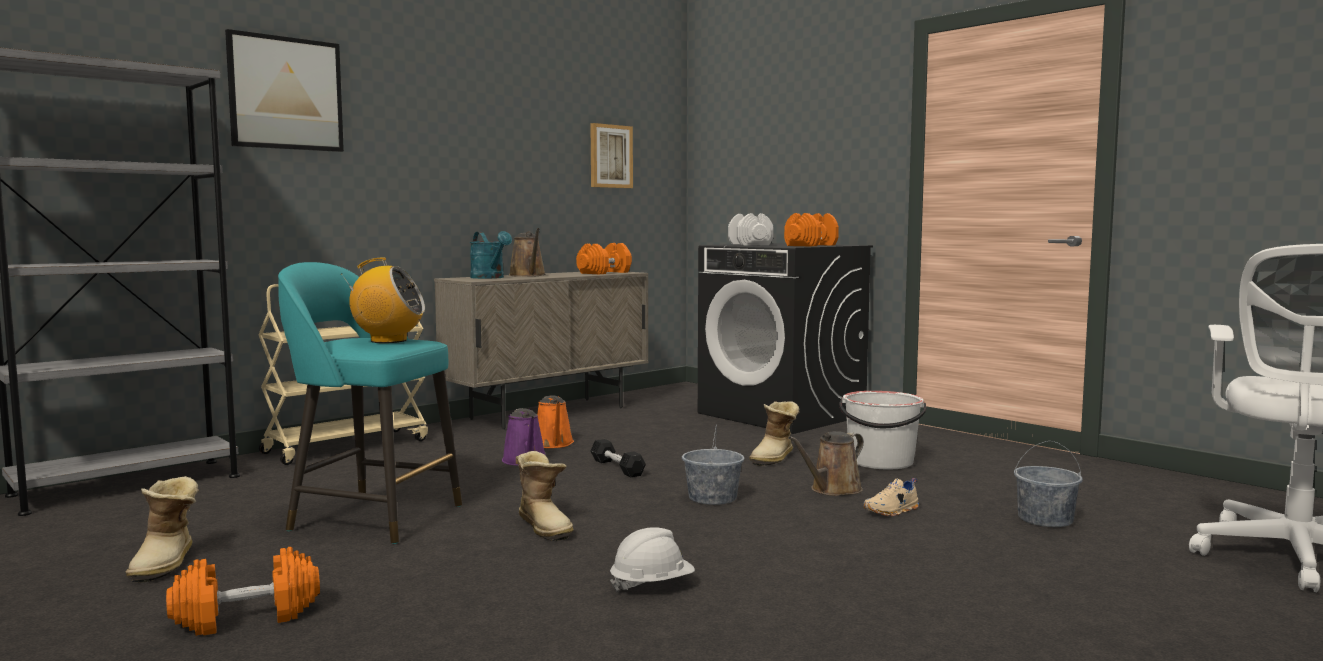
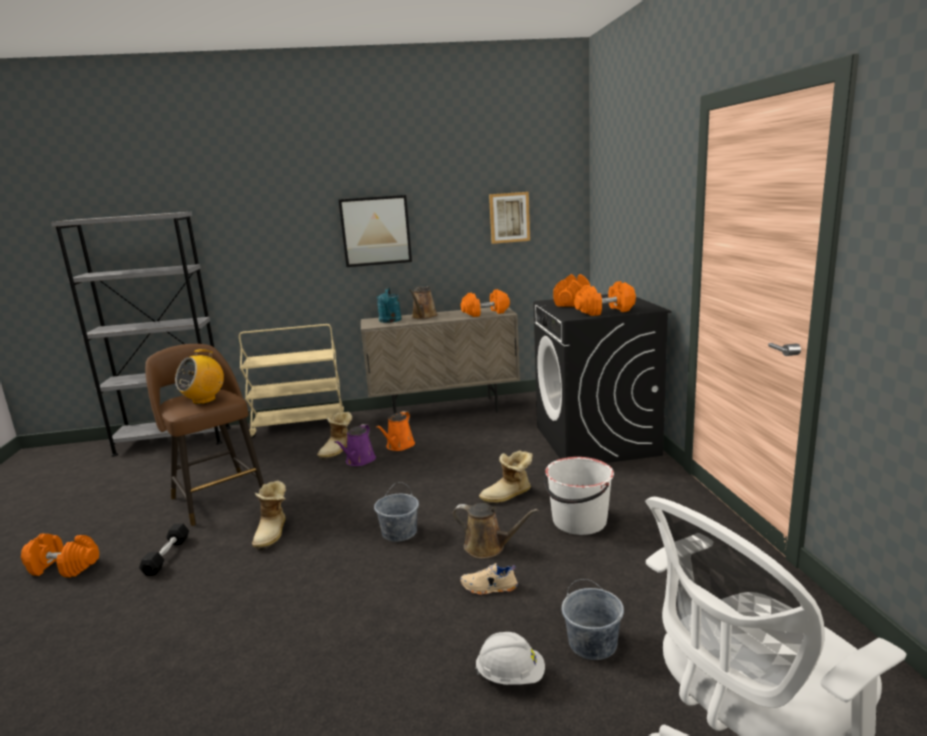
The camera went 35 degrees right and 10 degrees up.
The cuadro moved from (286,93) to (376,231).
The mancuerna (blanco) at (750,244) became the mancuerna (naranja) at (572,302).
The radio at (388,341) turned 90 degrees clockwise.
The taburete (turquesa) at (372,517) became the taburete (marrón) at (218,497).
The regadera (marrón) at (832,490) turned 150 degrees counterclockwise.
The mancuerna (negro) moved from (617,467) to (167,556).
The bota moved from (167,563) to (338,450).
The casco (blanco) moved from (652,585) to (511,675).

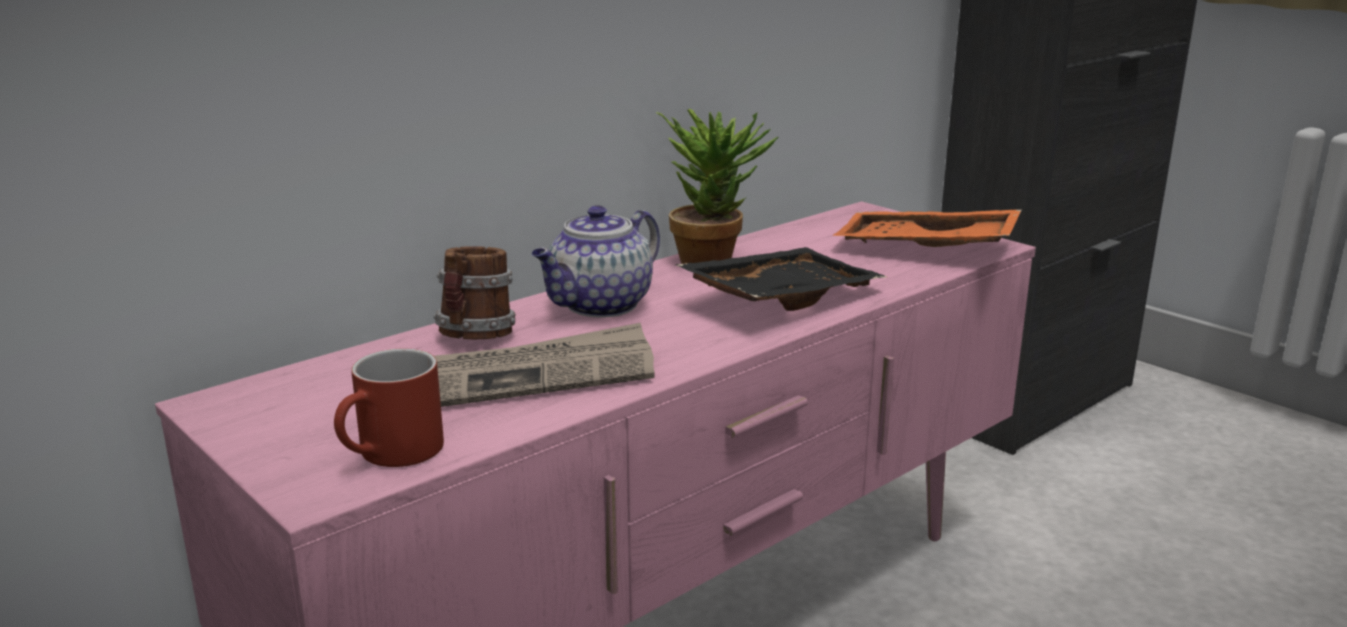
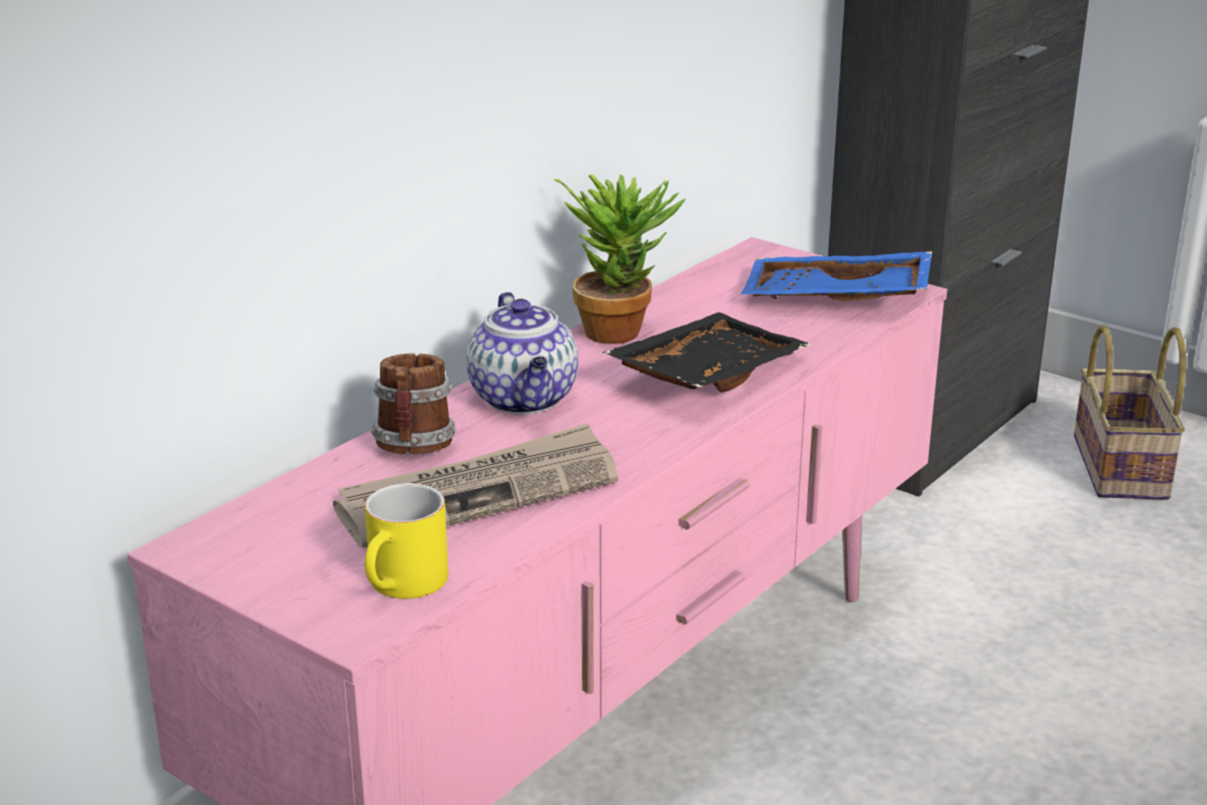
The camera went 10 degrees left and 5 degrees up.
The tetera at (600,306) turned 45 degrees counterclockwise.
The bandeja (naranja) at (924,249) became the bandeja (azul) at (835,300).
The taza grande (rojo) at (392,455) became the taza grande (amarillo) at (403,587).
The cesta at (1123,469) appeared.

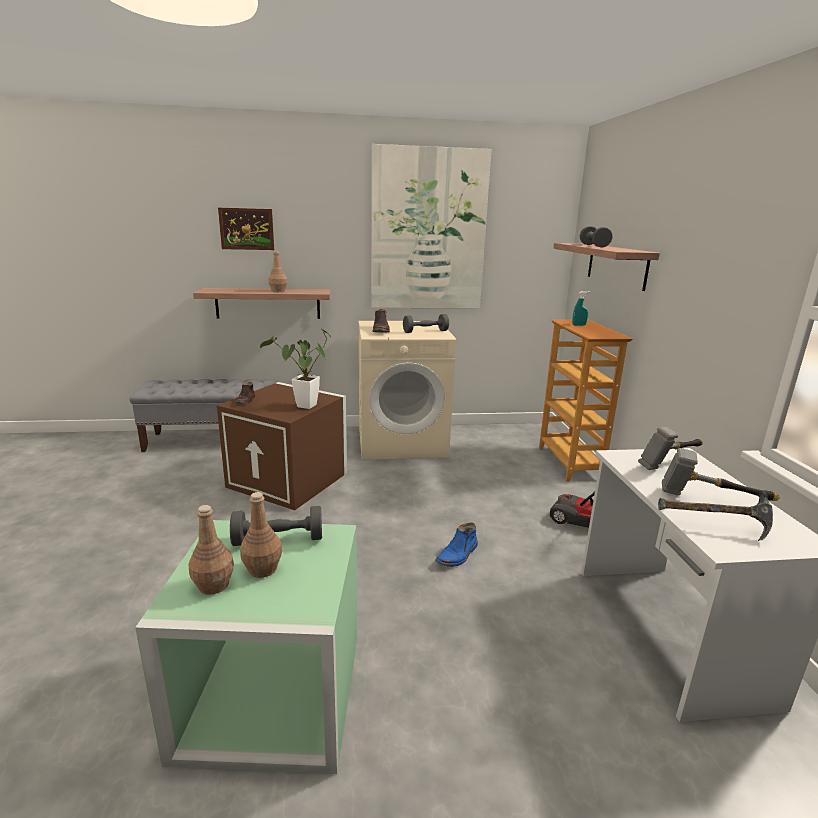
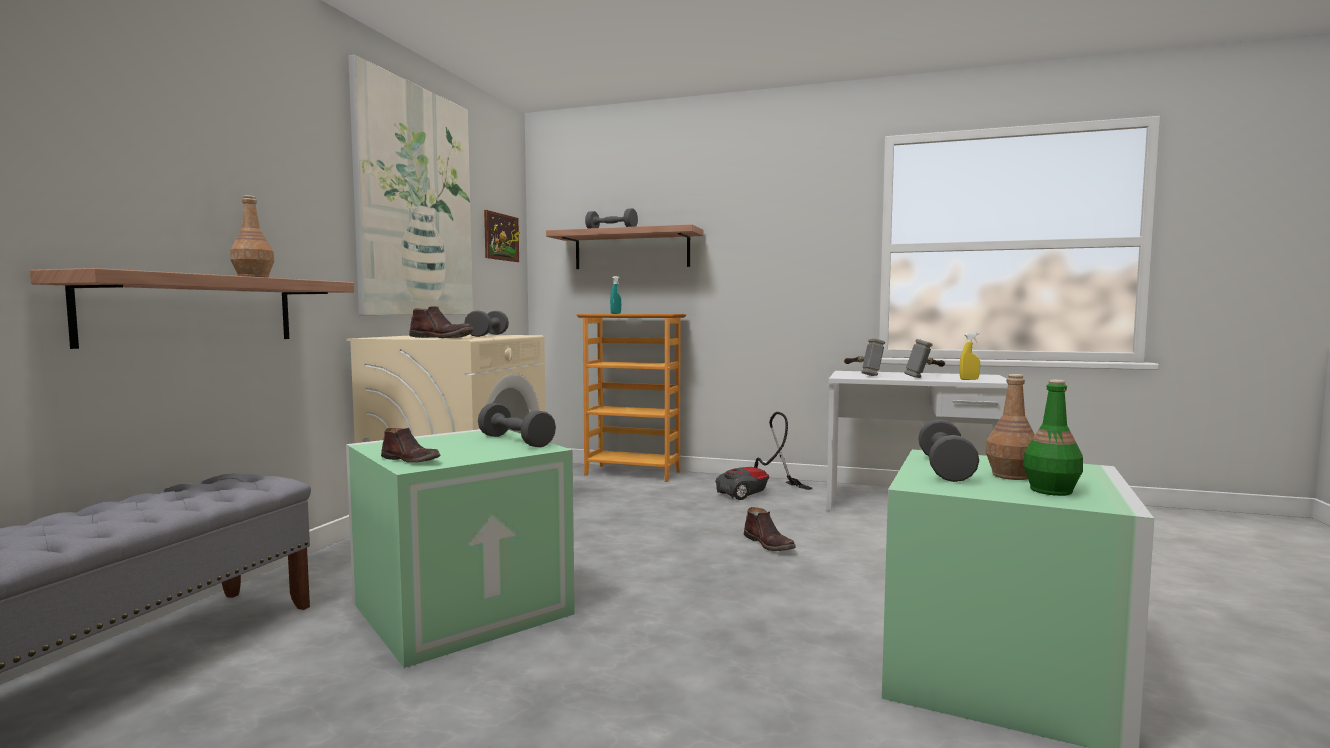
The camera went 65 degrees left and 15 degrees down.
The cuadro moved from (246,229) to (501,237).
The planta en maceta at (304,407) was replaced by the mancuerna (gris) at (516,441).
The caja de almacenaje (marrón) at (290,479) became the caja de almacenaje (verde) at (463,606).
The martillo at (712,528) was replaced by the pulverizador (amarillo) at (969,379).
The botella (marrón) at (213,584) became the botella (verde) at (1050,491).
The bota (azul) at (457,555) became the bota (marrón) at (769,544).

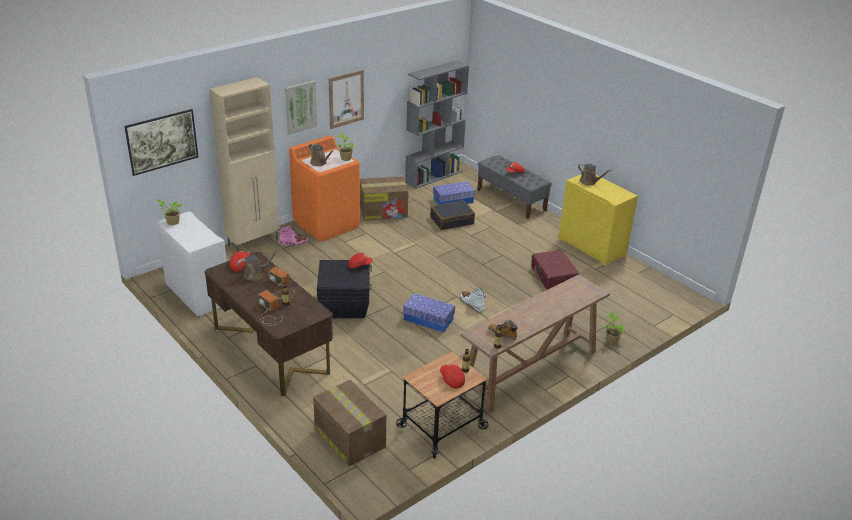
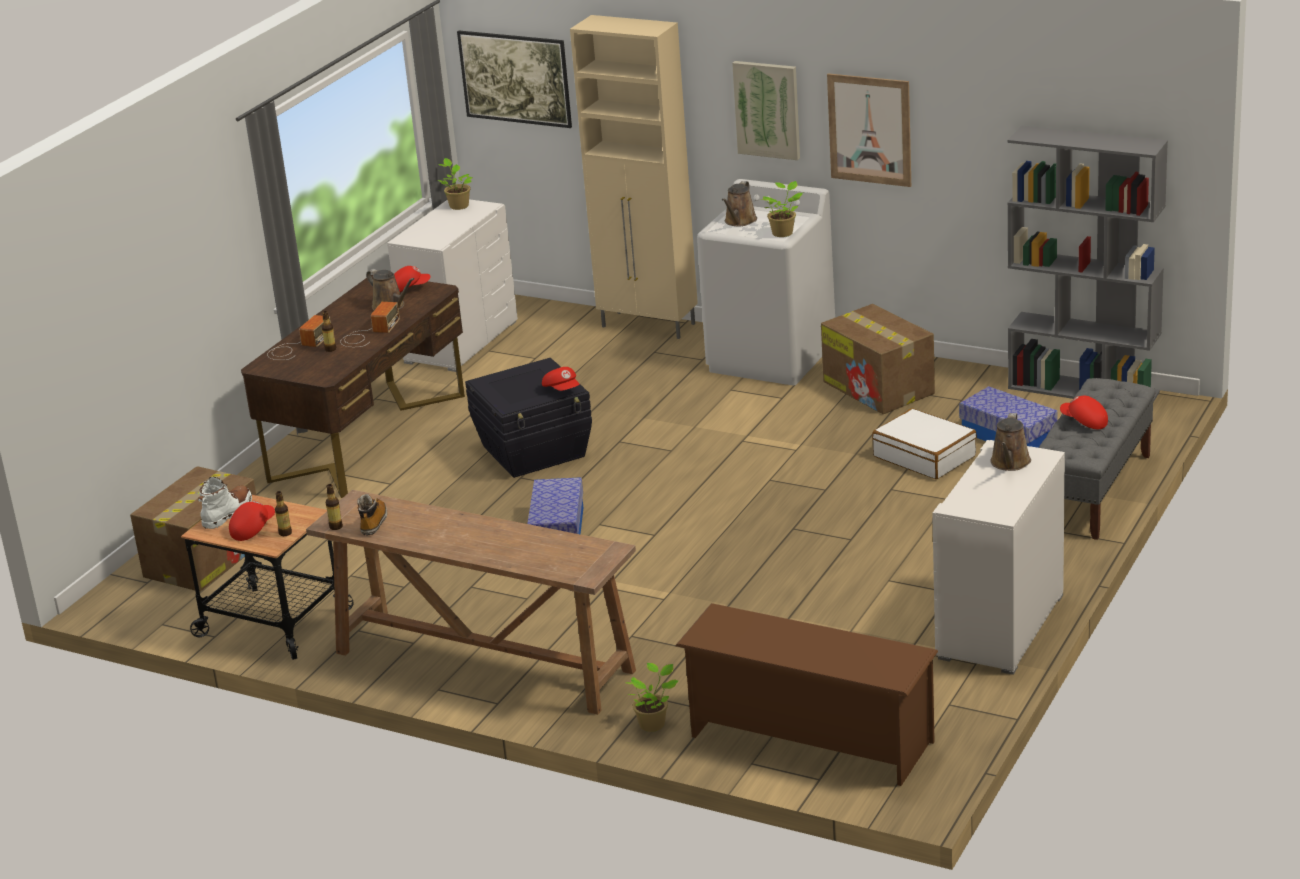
The camera went 70 degrees right and 5 degrees down.
The lavadora (naranja) at (327,224) became the lavadora (blanco) at (772,358).
The cómoda (amarillo) at (592,246) became the cómoda (blanco) at (1002,626).
The maleta (negro) at (452,220) became the maleta (blanco) at (925,456).
The bota (rosa) at (293,242) disappeared.
The maleta (rojo) at (553,276) disappeared.
The bota (blanco) moved from (472,303) to (228,513).
The zapatero (marrón) at (809,739) appeared.

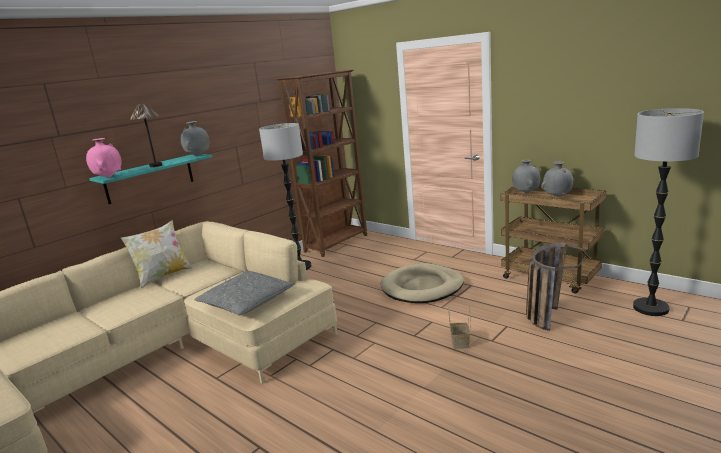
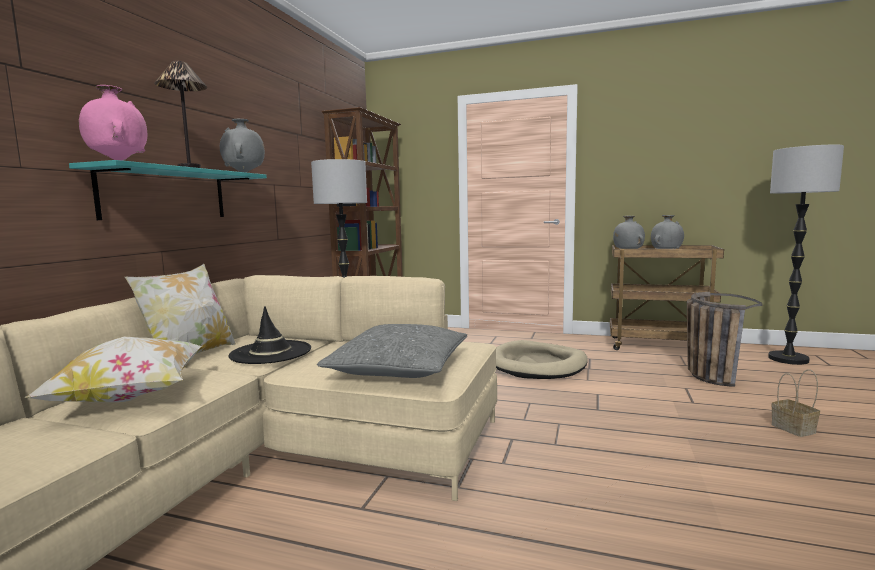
The camera went 25 degrees left and 10 degrees down.
The cesta moved from (460,343) to (795,429).
The sombrero (negro) at (271,352) appeared.
The cojín at (131,397) appeared.

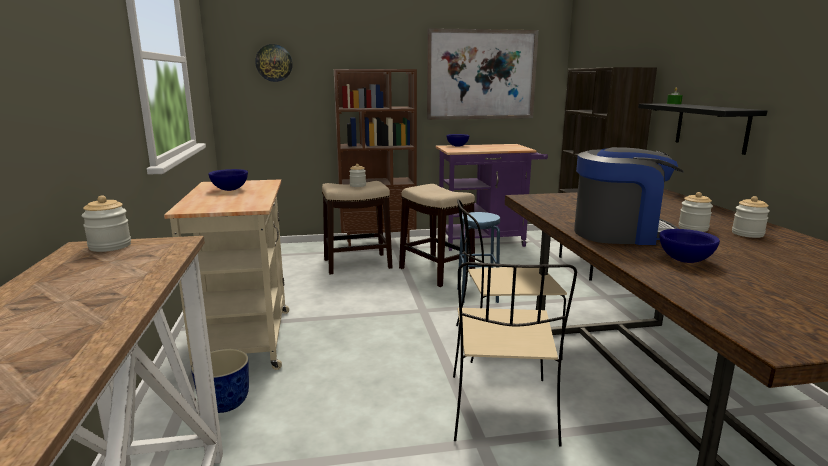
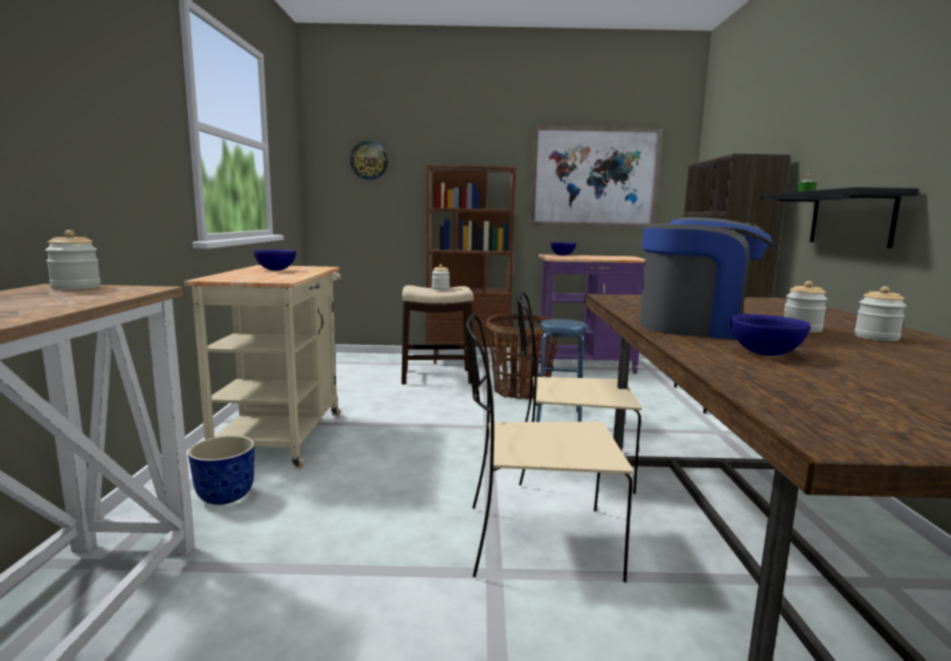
The camera went 10 degrees right and 5 degrees down.
The taburete at (436,272) was replaced by the cesta at (521,391).
The silla (beis) at (502,411) turned 75 degrees clockwise.

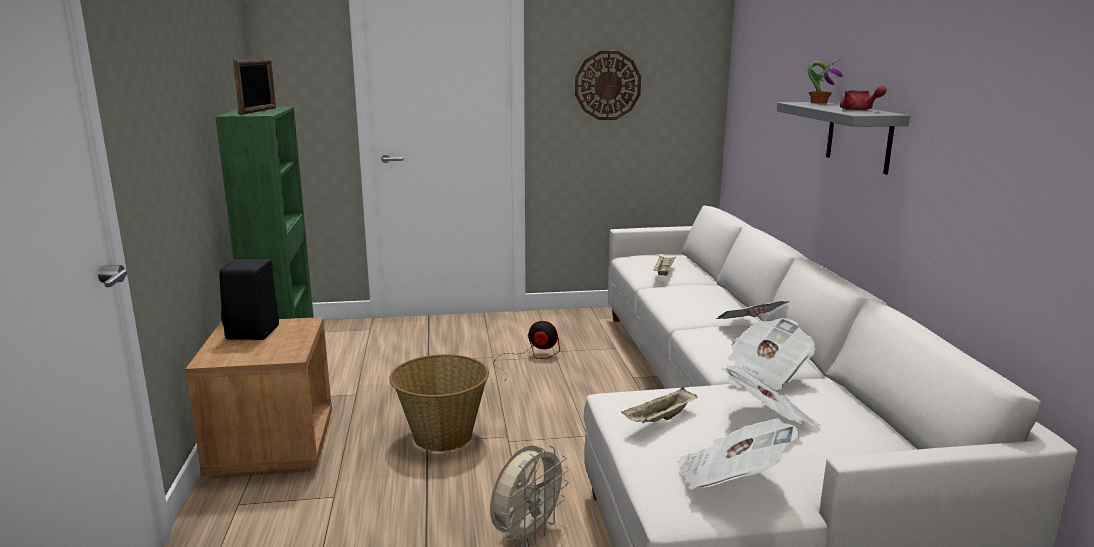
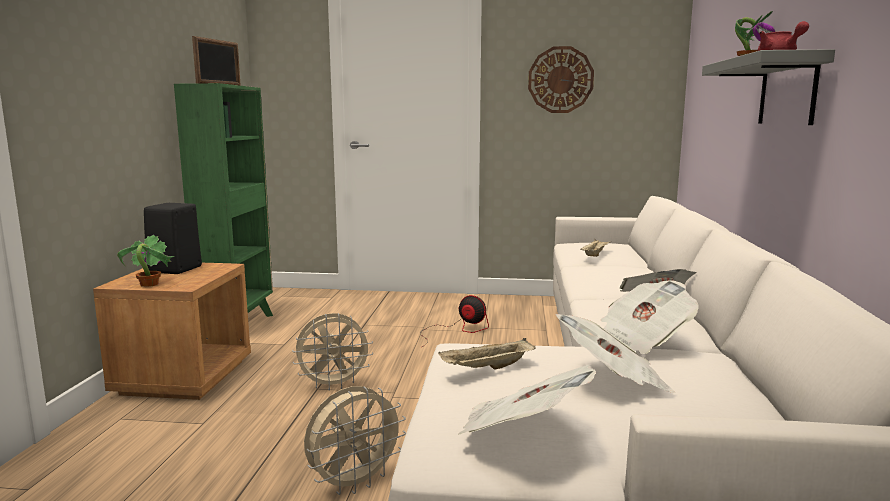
The camera went 15 degrees right and 5 degrees down.
The cesta at (442,436) was replaced by the ventilador (beis) at (334,385).
The planta en maceta at (148,284) appeared.

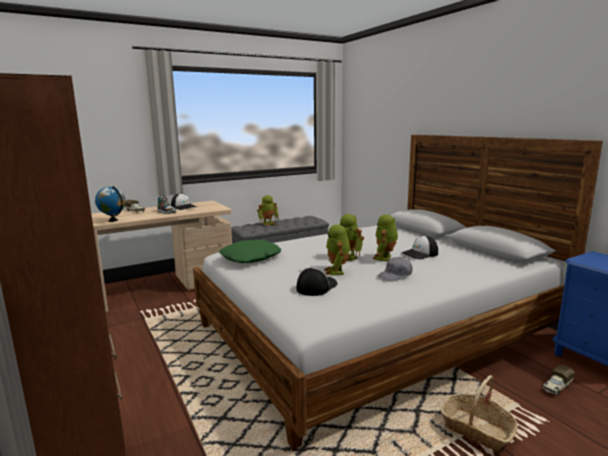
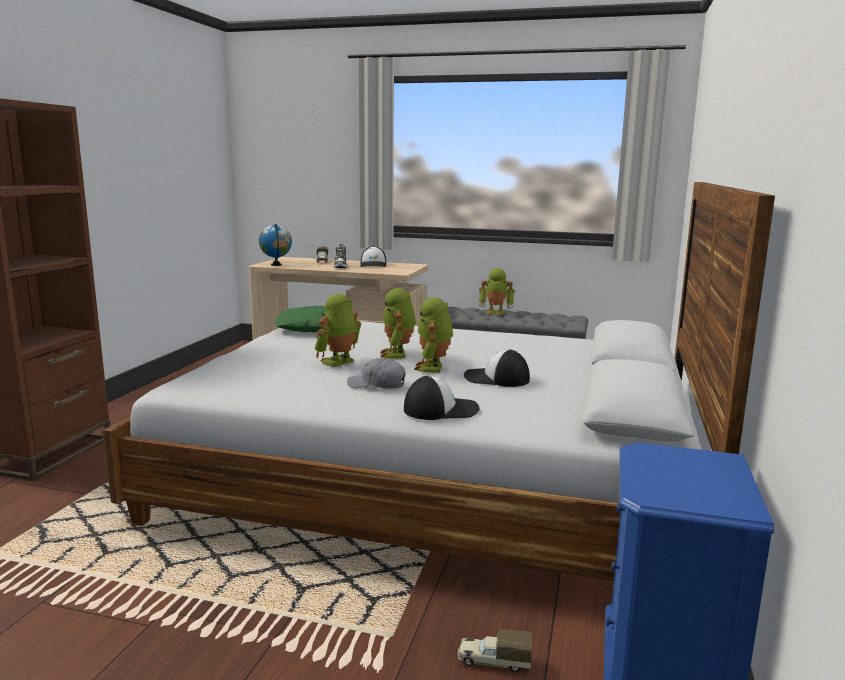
The camera went 45 degrees right and 0 degrees up.
The robot de juguete at (385,258) turned 60 degrees counterclockwise.
The gorra moved from (316,286) to (441,409).
The cesta at (477,429) disappeared.

